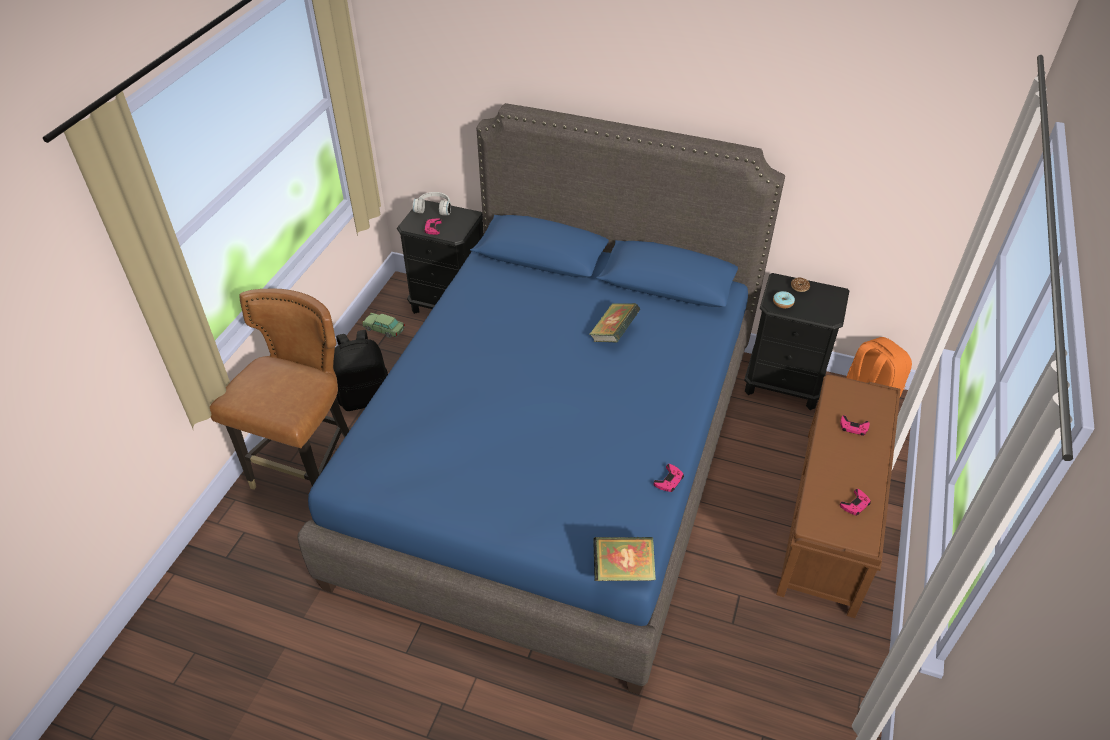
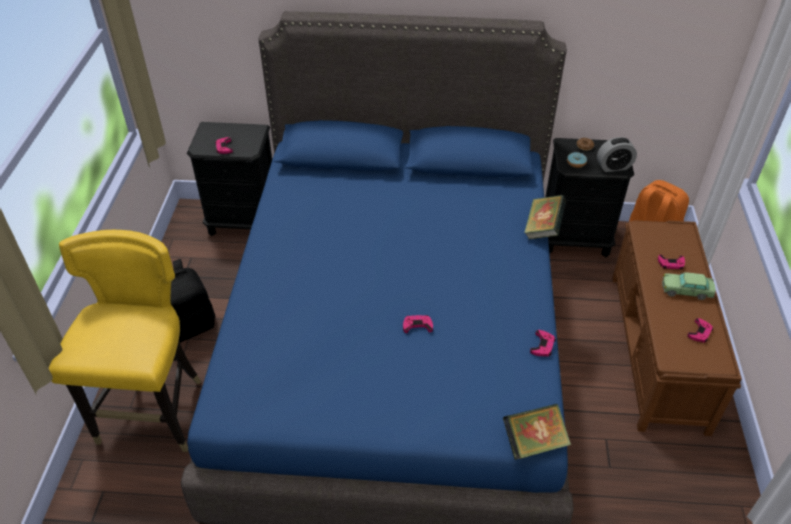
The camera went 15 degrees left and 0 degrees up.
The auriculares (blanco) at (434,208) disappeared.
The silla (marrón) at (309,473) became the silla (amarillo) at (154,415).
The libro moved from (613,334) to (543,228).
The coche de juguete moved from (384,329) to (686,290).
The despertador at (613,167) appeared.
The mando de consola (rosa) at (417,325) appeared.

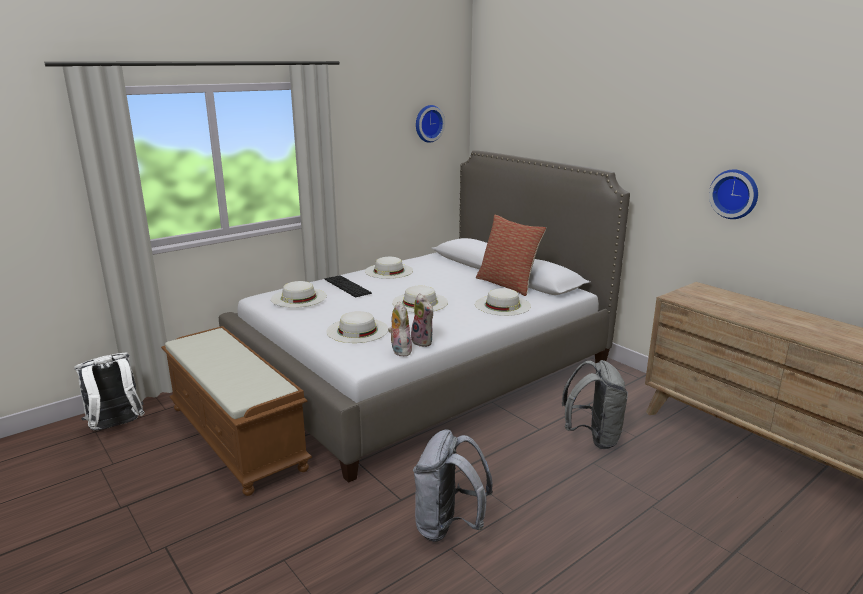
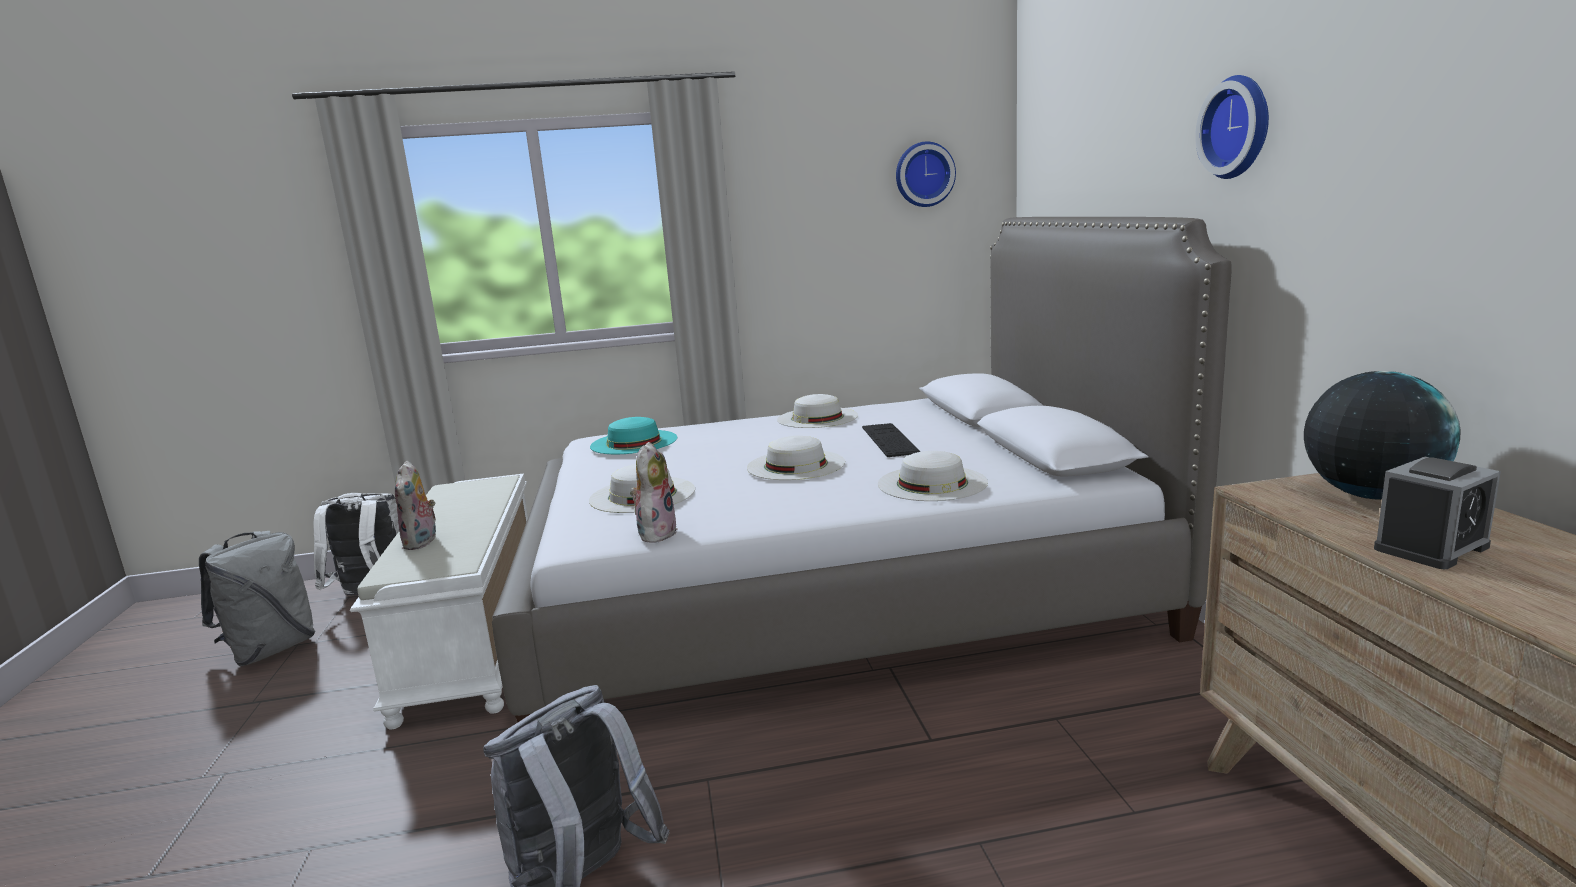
The camera went 30 degrees right and 5 degrees down.
The reloj de pared moved from (735,194) to (1239,127).
The cojín at (508,284) disappeared.
The teclado moved from (347,286) to (889,440).
The sombrero (blanco) at (298,297) became the sombrero (turquesa) at (634,442).
The peluche moved from (424,342) to (422,542).
The banco (marrón) at (238,437) became the banco (blanco) at (476,639).
The mochila (gris) moved from (593,437) to (271,650).
The globo terráqueo at (1370,495) appeared.
The despertador at (1431,548) appeared.

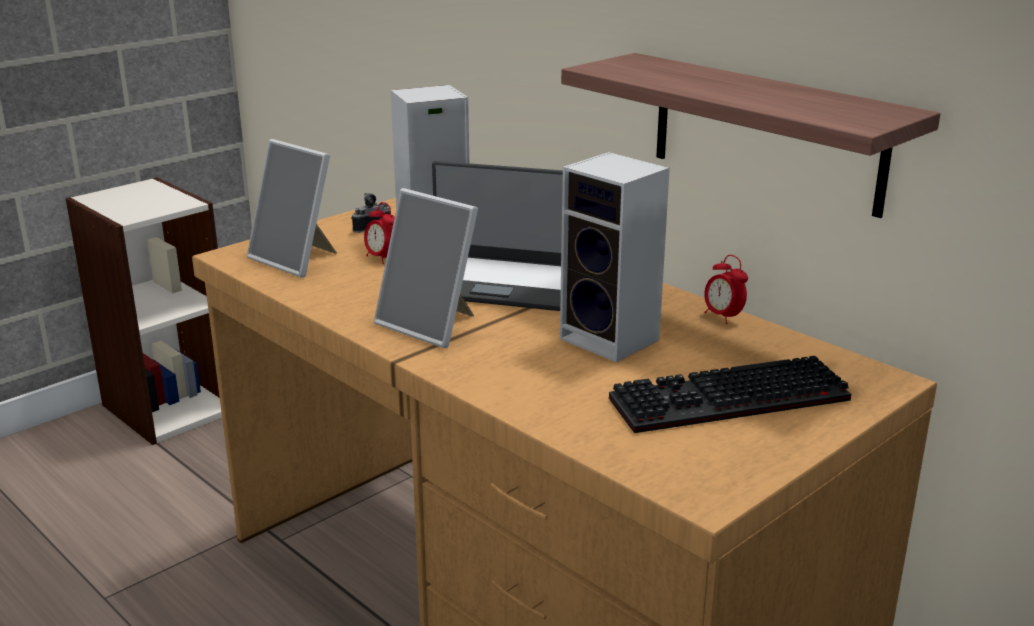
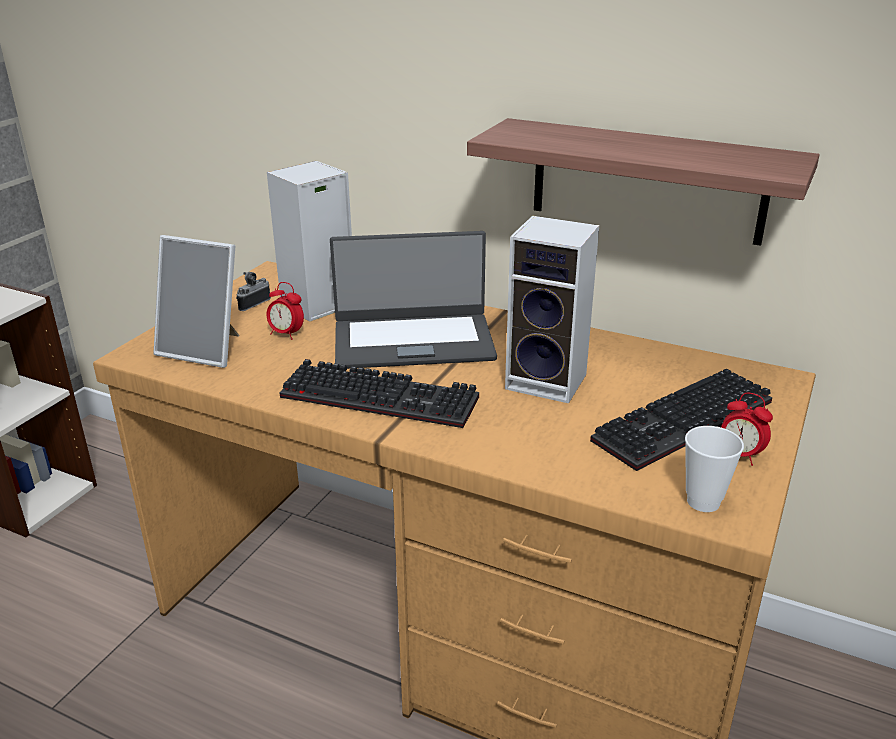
The camera went 20 degrees left and 5 degrees up.
The portarretratos at (432,325) was replaced by the teclado at (384,396).
The despertador moved from (723,317) to (739,455).
The taza at (703,502) appeared.

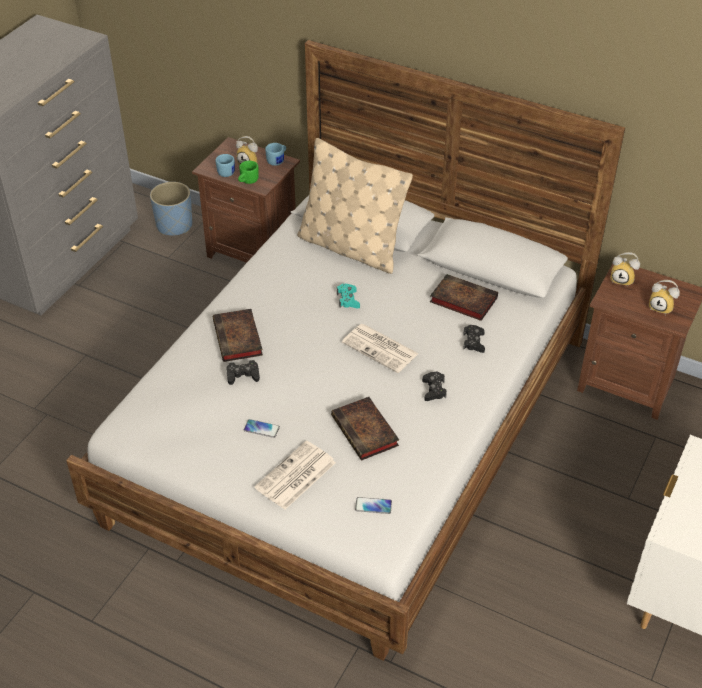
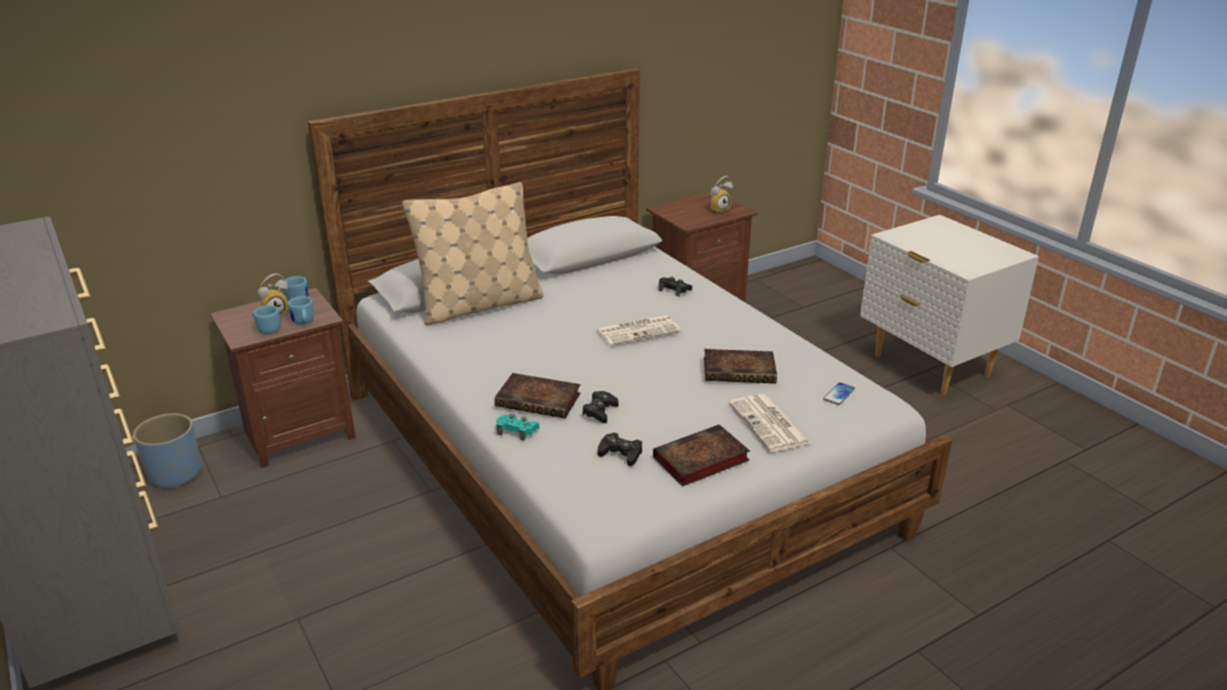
The camera went 60 degrees left and 15 degrees down.
The taza grande (verde) at (247,181) became the taza grande (azul) at (303,322).
The despertador at (622,280) disappeared.
The libro moved from (461,300) to (699,460).
The mando de consola (turquesa) moved from (348,300) to (517,430).
The mando de consola (negro) moved from (434,390) to (621,453).
The móvil at (261,429) disappeared.

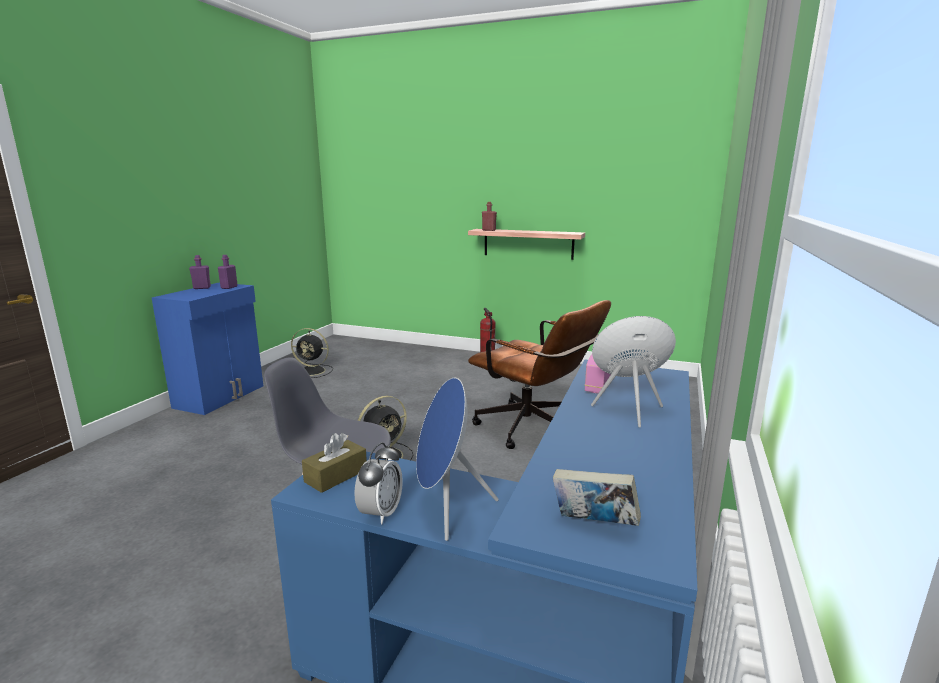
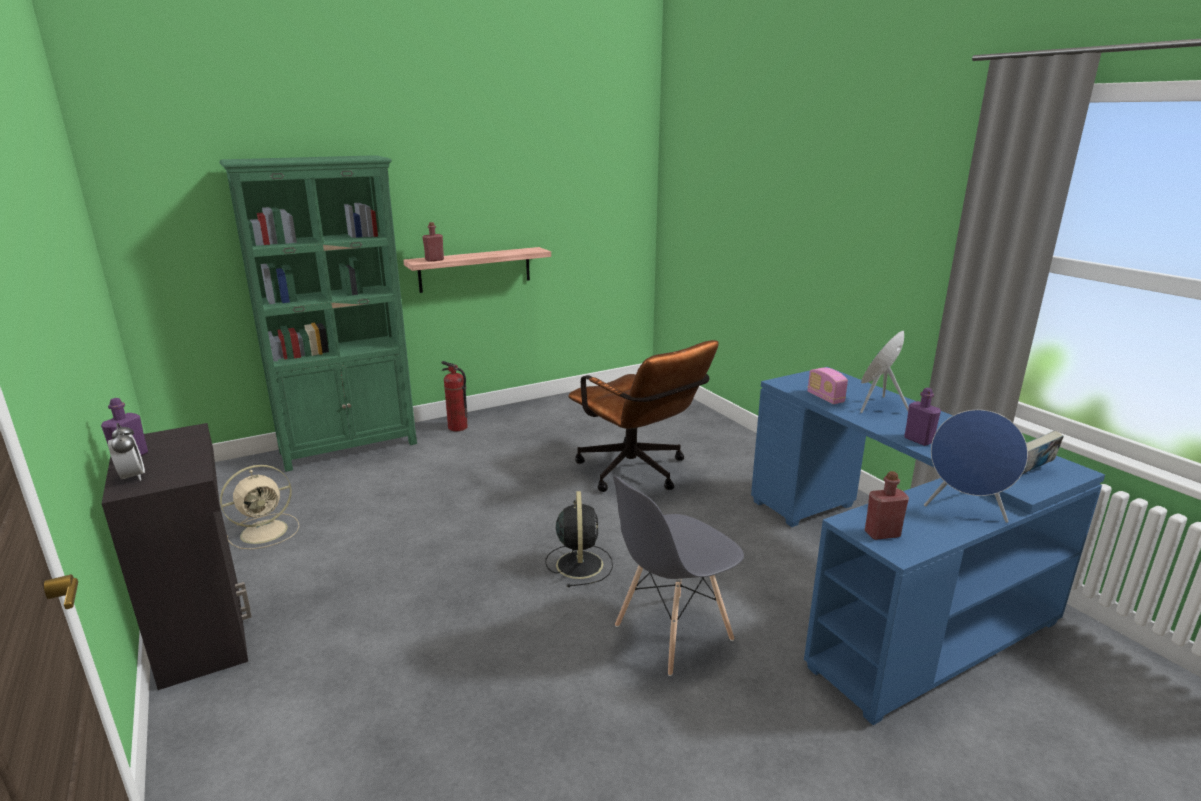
The camera went 50 degrees left and 5 degrees up.
The botella (morado) moved from (229,287) to (918,440).
The armario (azul) at (221,396) became the armario (negro) at (204,629).
The silla de oficina (marrón) at (534,430) turned 60 degrees clockwise.
The ventilador (negro) at (313,371) became the ventilador (beis) at (266,531).
The caja de pañuelos (marrón) at (336,476) was replaced by the botella (rojo) at (882,534).
The despertador moved from (380,513) to (132,477).
The estantería (verde) at (350,447) appeared.

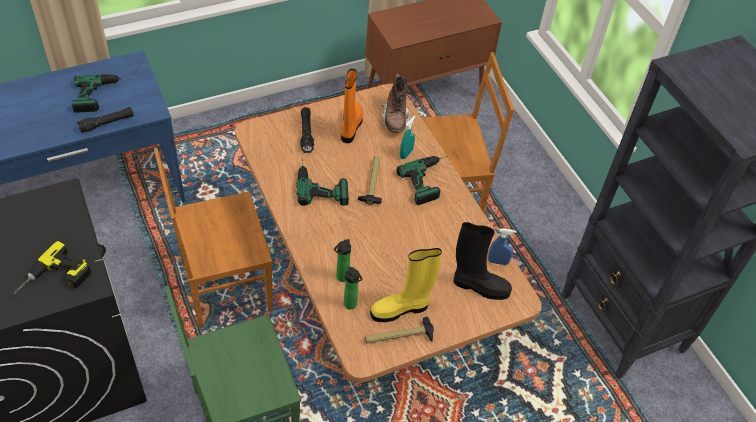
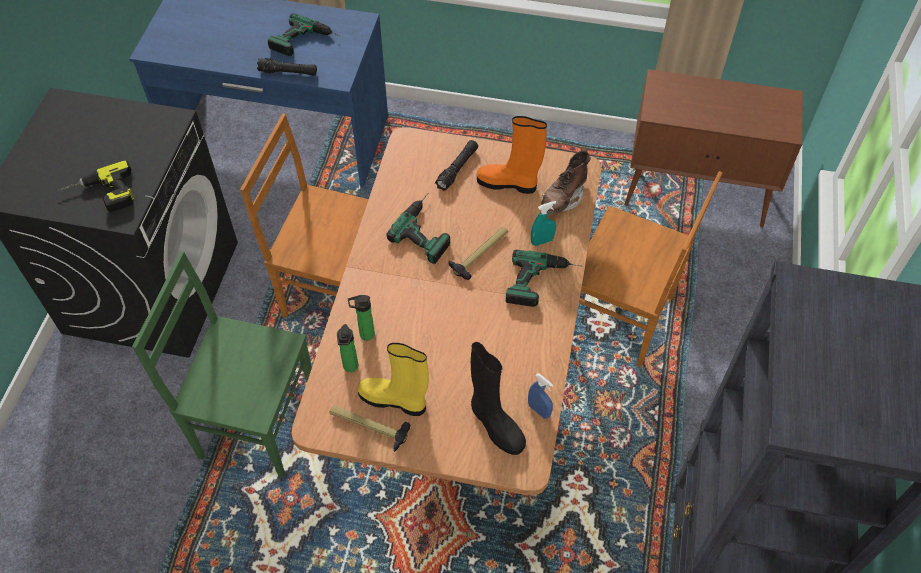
The camera went 40 degrees right and 5 degrees up.
The bota (naranja) at (350,126) turned 120 degrees counterclockwise.

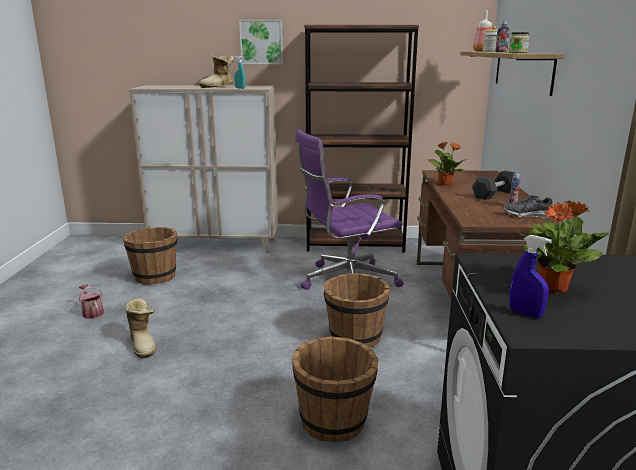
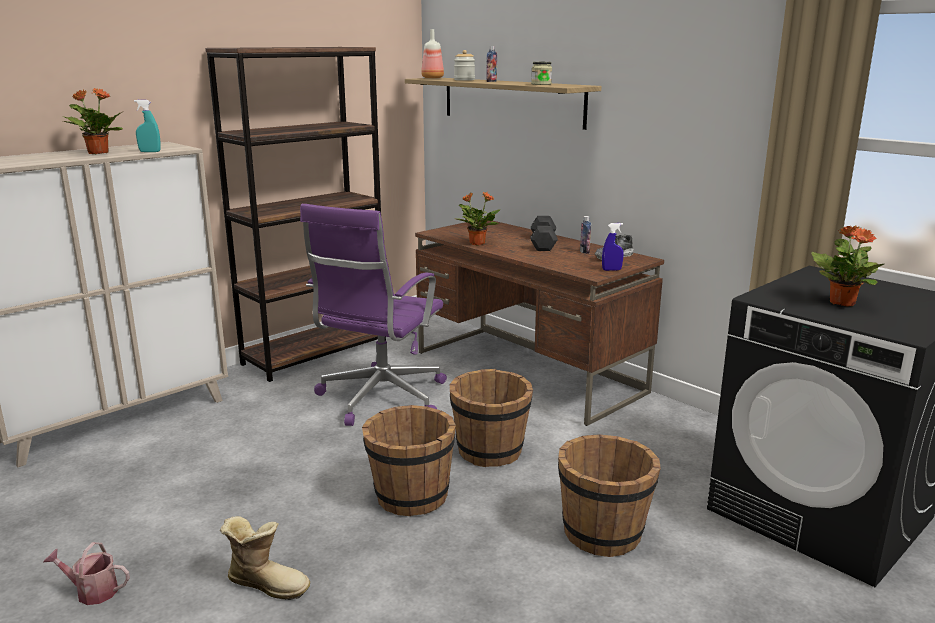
The camera went 45 degrees left and 0 degrees up.
The cuadro at (261,42) disappeared.
The bota at (219,87) was replaced by the planta en maceta at (97,153).
The cubo (marrón) moved from (155,276) to (411,496).
The pulverizador (azul) moved from (525,314) to (611,270).

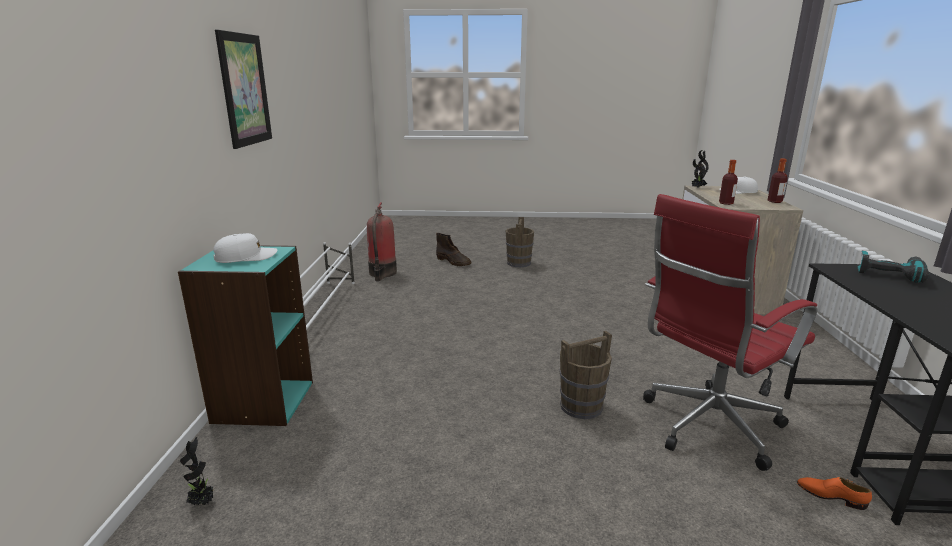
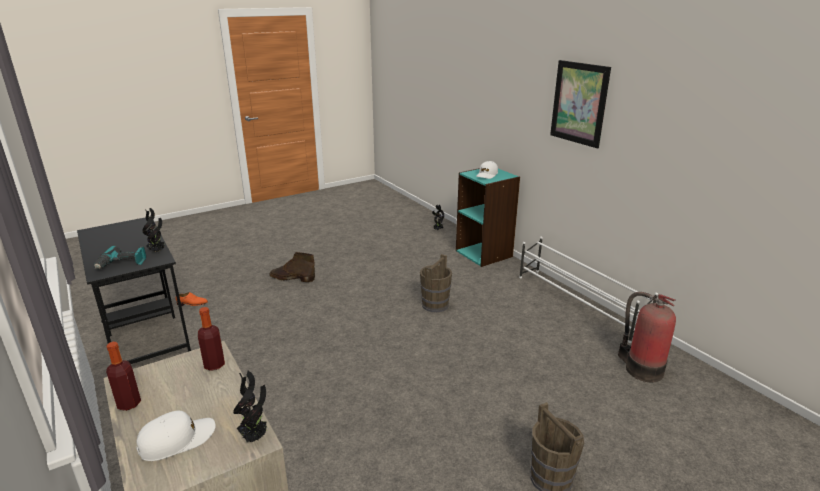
The camera went 145 degrees right and 5 degrees up.
The silla de oficina (rojo) at (707,427) disappeared.
The bota (marrón) moved from (453,262) to (292,278).
The cubo (marrón) moved from (581,406) to (434,305).
The planta en maceta at (158,251) appeared.

